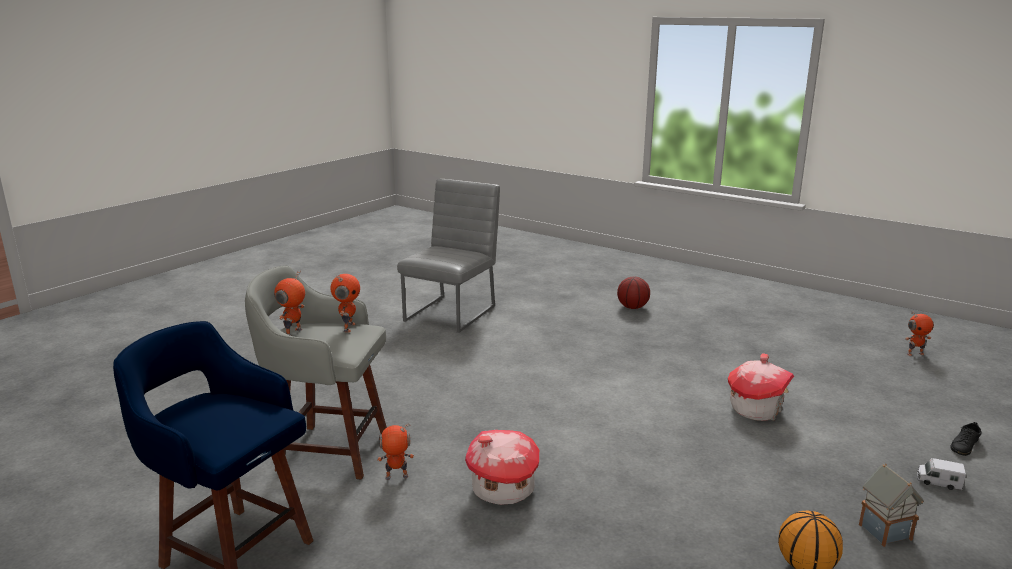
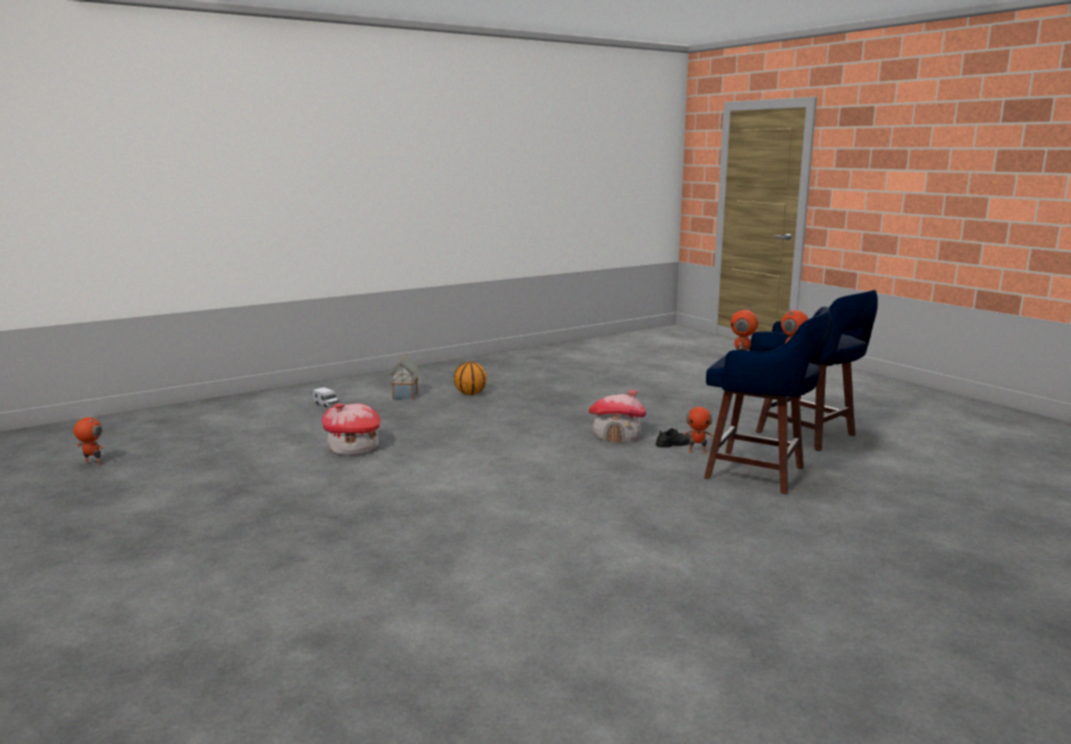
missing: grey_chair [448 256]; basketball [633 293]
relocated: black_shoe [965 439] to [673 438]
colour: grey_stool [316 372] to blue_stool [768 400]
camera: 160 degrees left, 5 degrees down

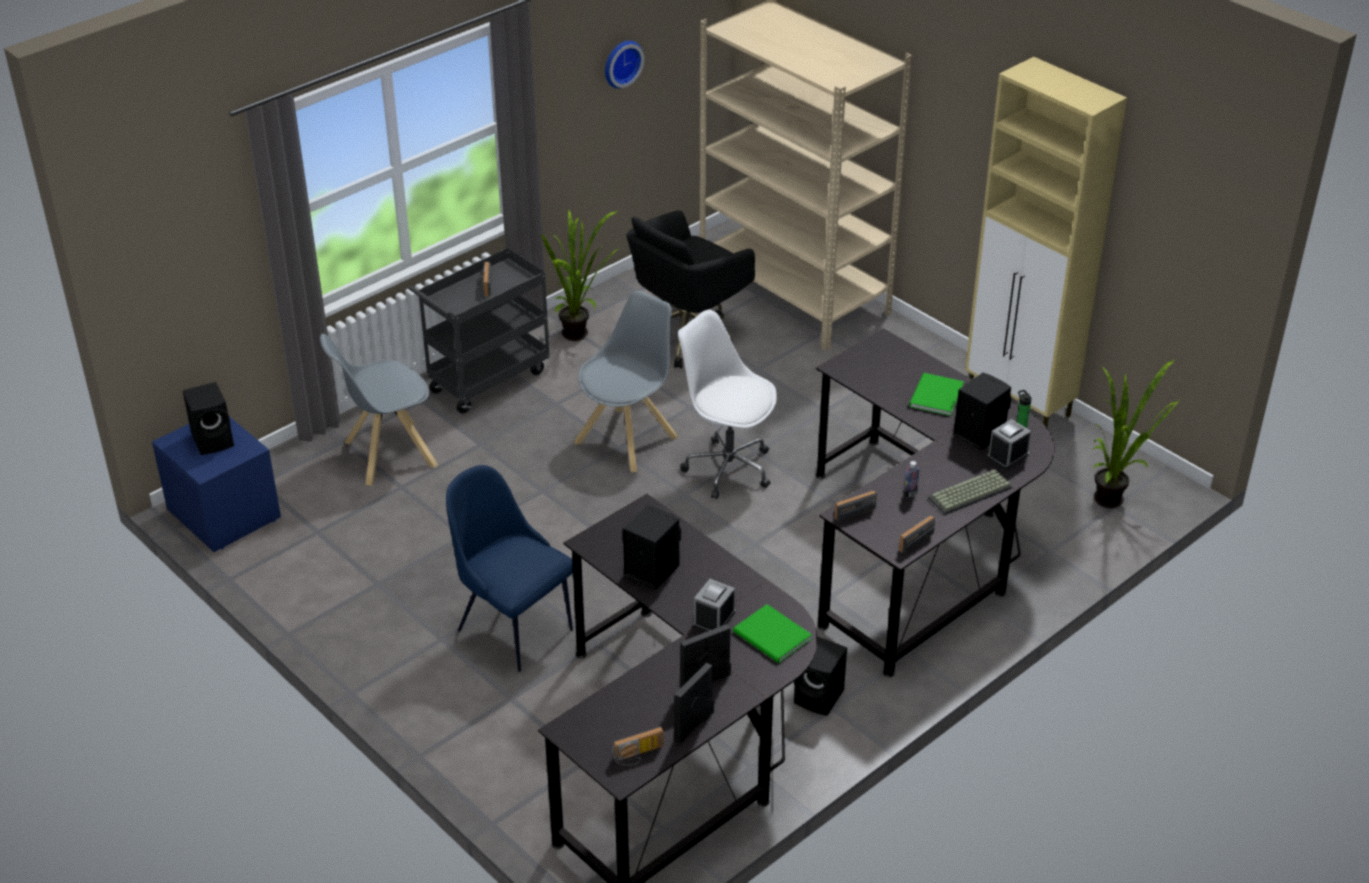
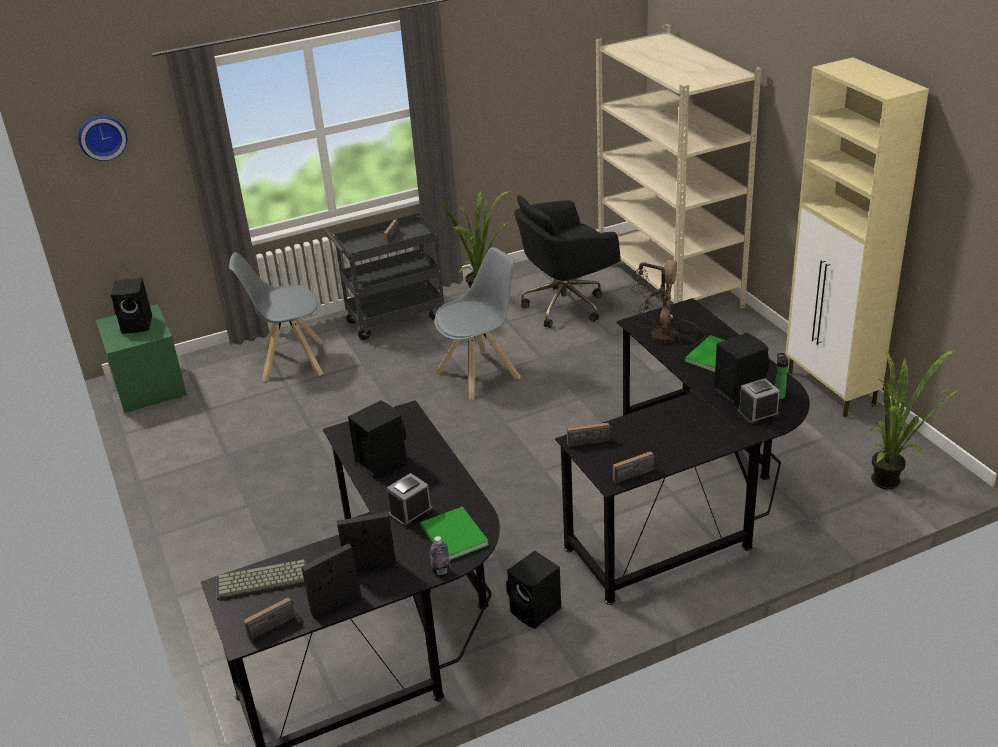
missing: blue_chair [509 568]; white_office_chair [727 404]
appeared: table_lamp [668 303]
relocated: wall_clock [624 64] to [102 138]; bottle [911 479] to [440 555]; keyboard [970 492] to [262 580]
colour: blue_nightstand [216 484] to green_nightstand [141 358]
spun: radio [638 746] = [269 618] 150 degrees clockwise
camera: 20 degrees right, 5 degrees down

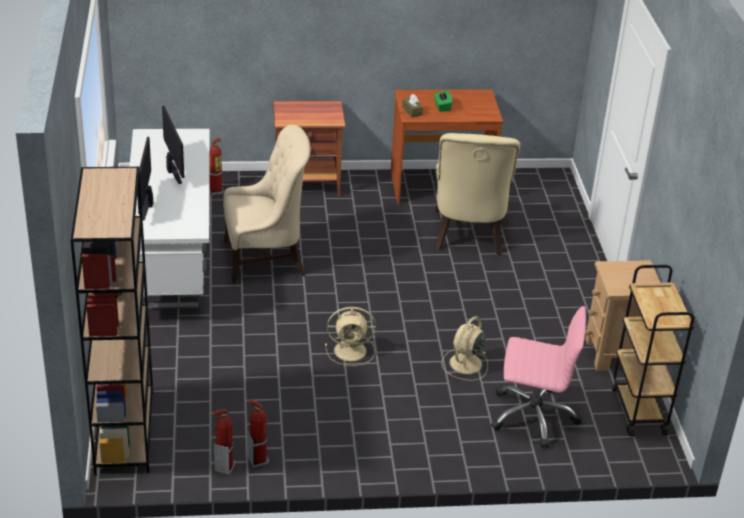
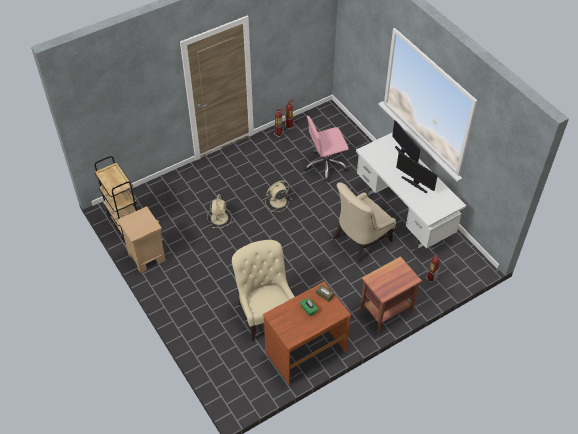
missing: beige_bookcase [111 321]
relocated: pink_office_chair [538 377] to [326 149]
camera: 155 degrees right, 15 degrees up

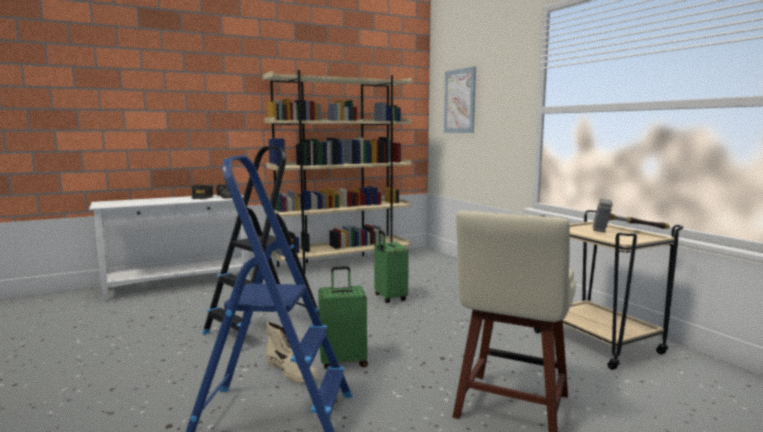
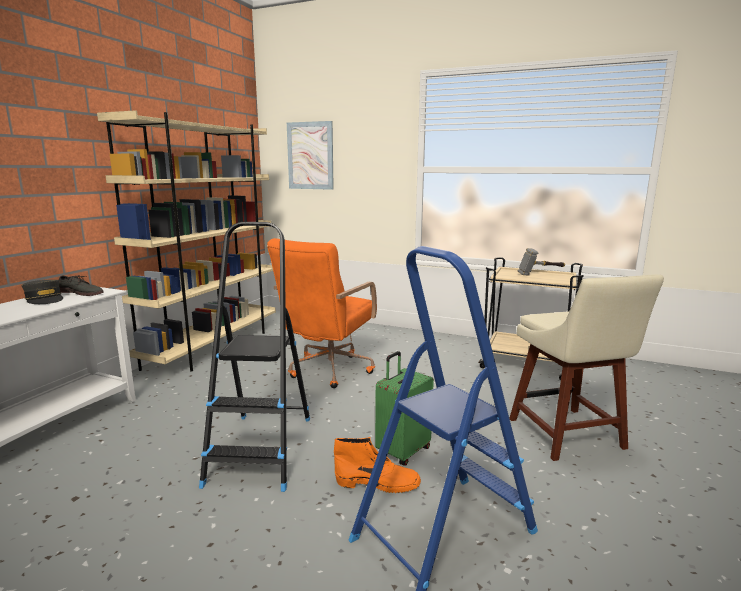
exchanged: green_suitcase [391 267] to orange_office_chair [322 313]
colour: beige_boot [292 352] to orange_boot [377 465]
camera: 40 degrees left, 5 degrees up

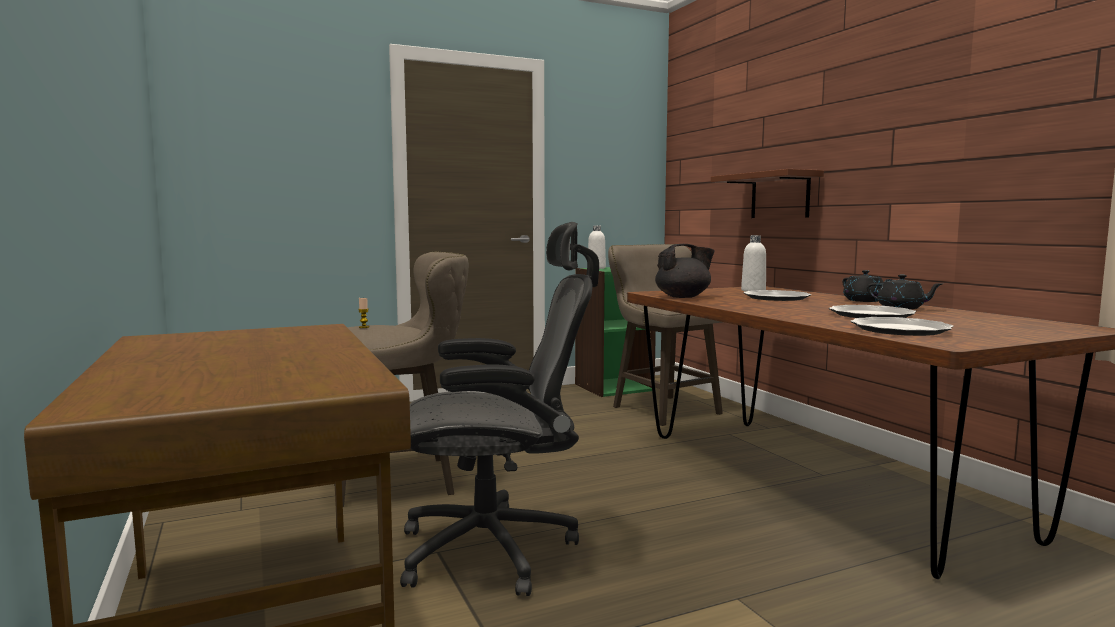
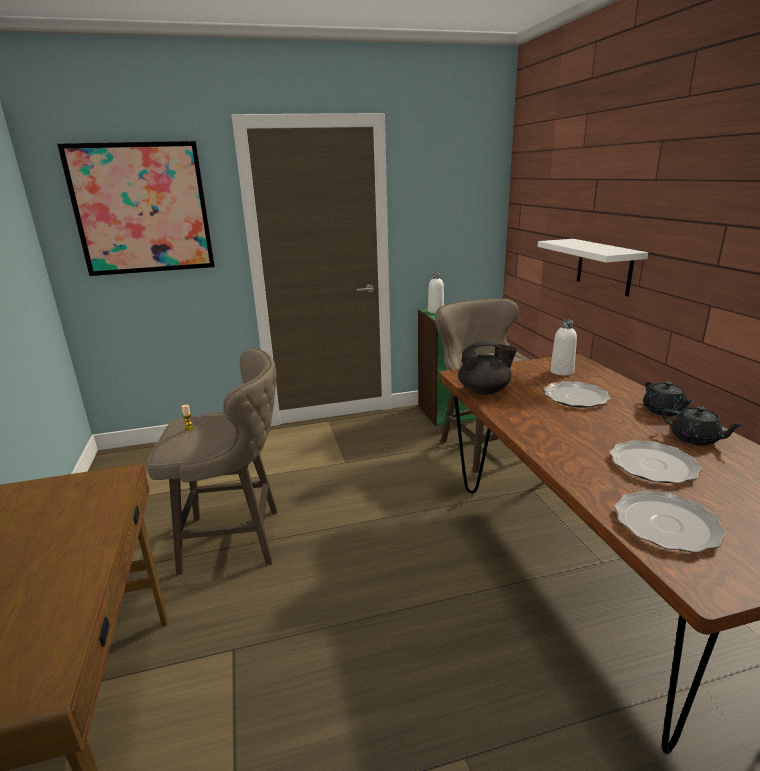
missing: office_chair [499 409]
appeared: picture [136 208]
colour: brown_shelf [767 193] to white_shelf [593 268]
camera: 10 degrees right, 15 degrees up

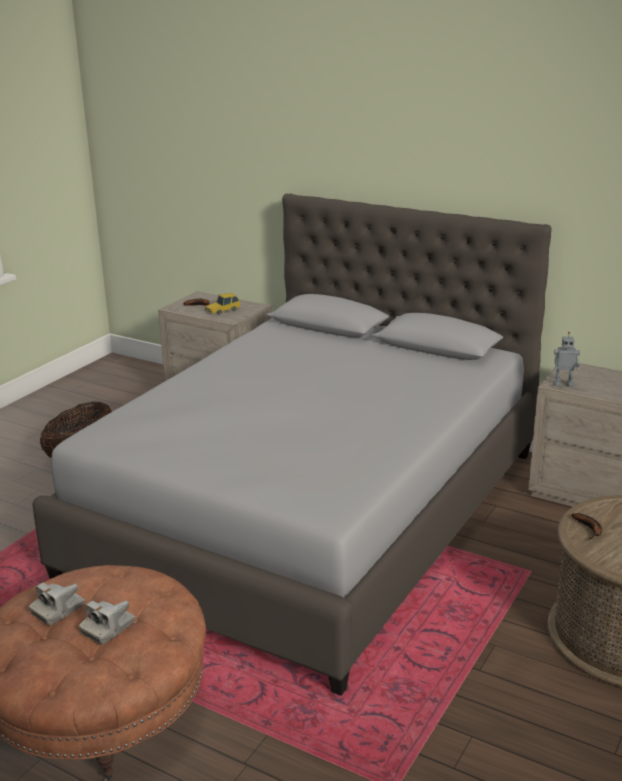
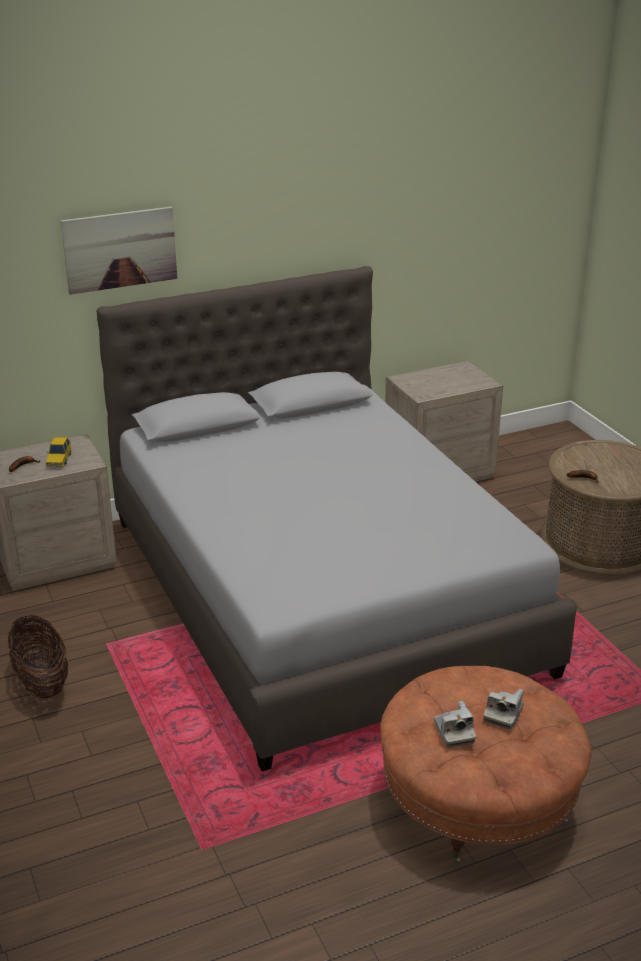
missing: toy_robot [567 359]
appeared: picture [119 250]
spun: photo_camera [107 622] = [503 709] 45 degrees clockwise
camera: 55 degrees left, 5 degrees up

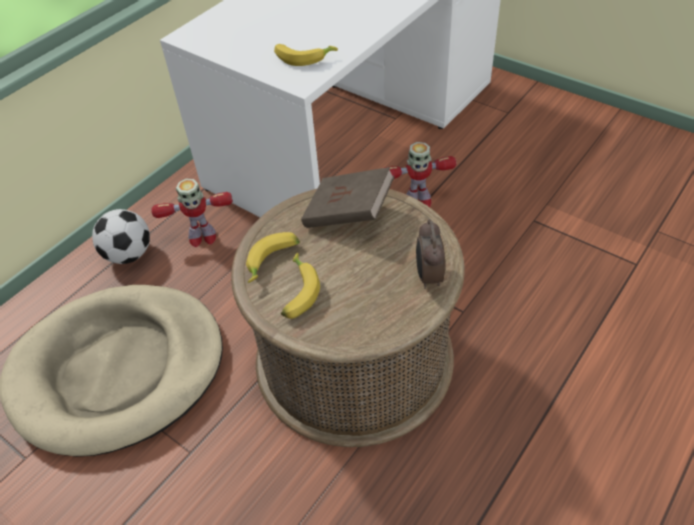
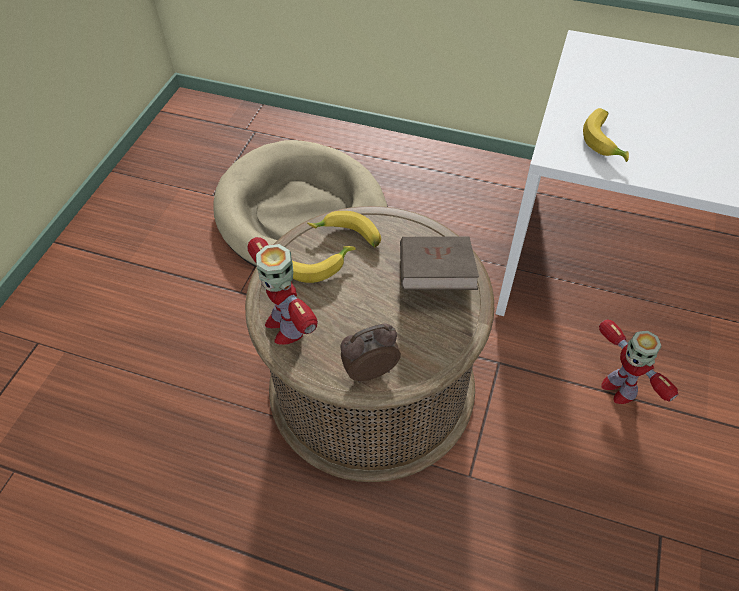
missing: football [121 236]
relocated: toy_robot [192 213] to [282 291]
camera: 70 degrees right, 5 degrees up

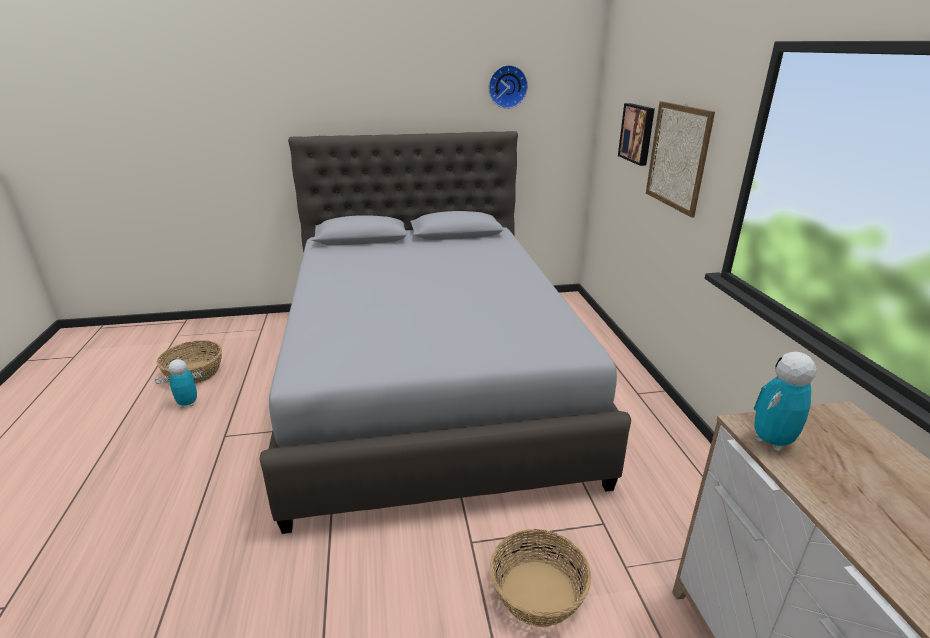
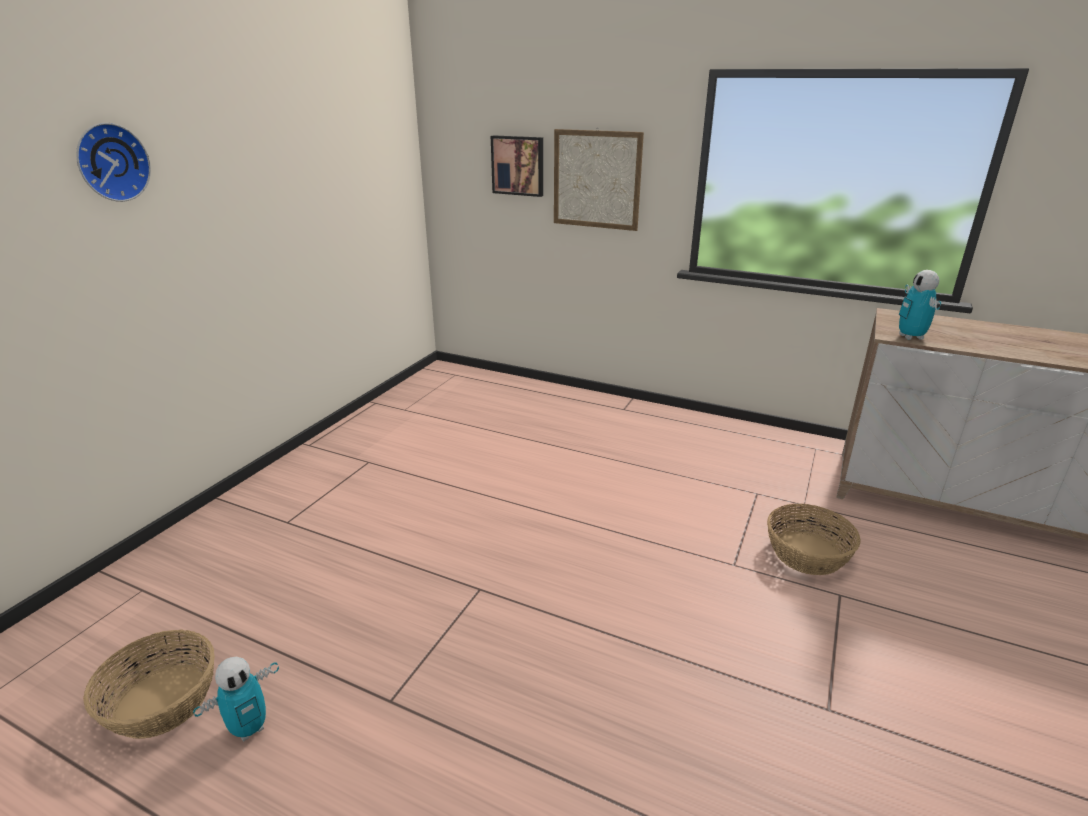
missing: grey_bed [445 332]
relocated: wall_clock [508 87] to [113 162]
spun: toy_robot [180 383] = [236 699] 150 degrees counterclockwise
camera: 55 degrees left, 0 degrees up

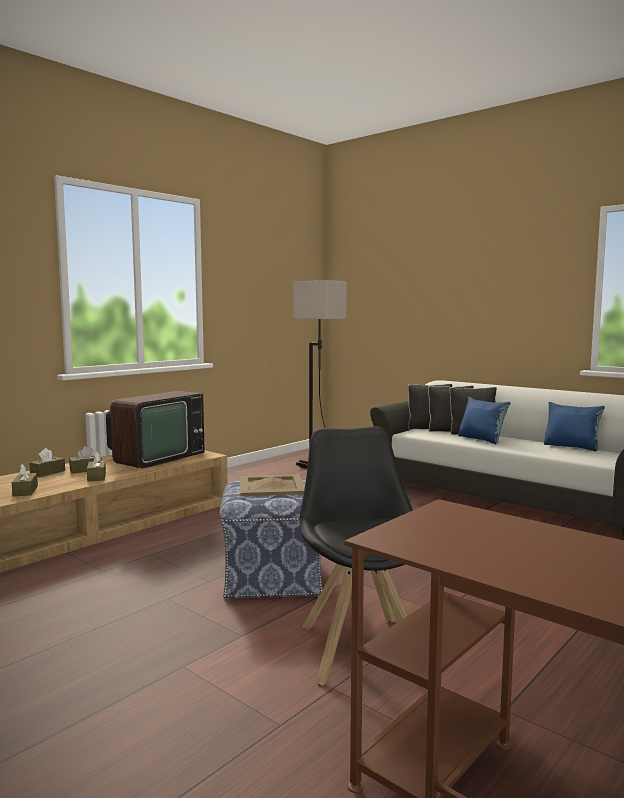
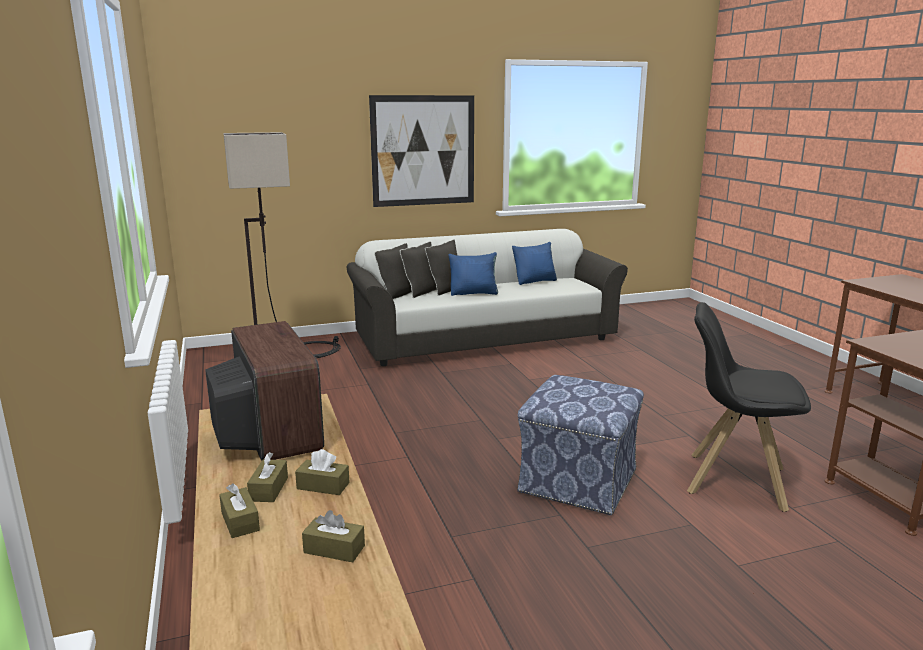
missing: beige_tray [272 485]
appeared: picture [421 151]
camera: 60 degrees left, 10 degrees up

